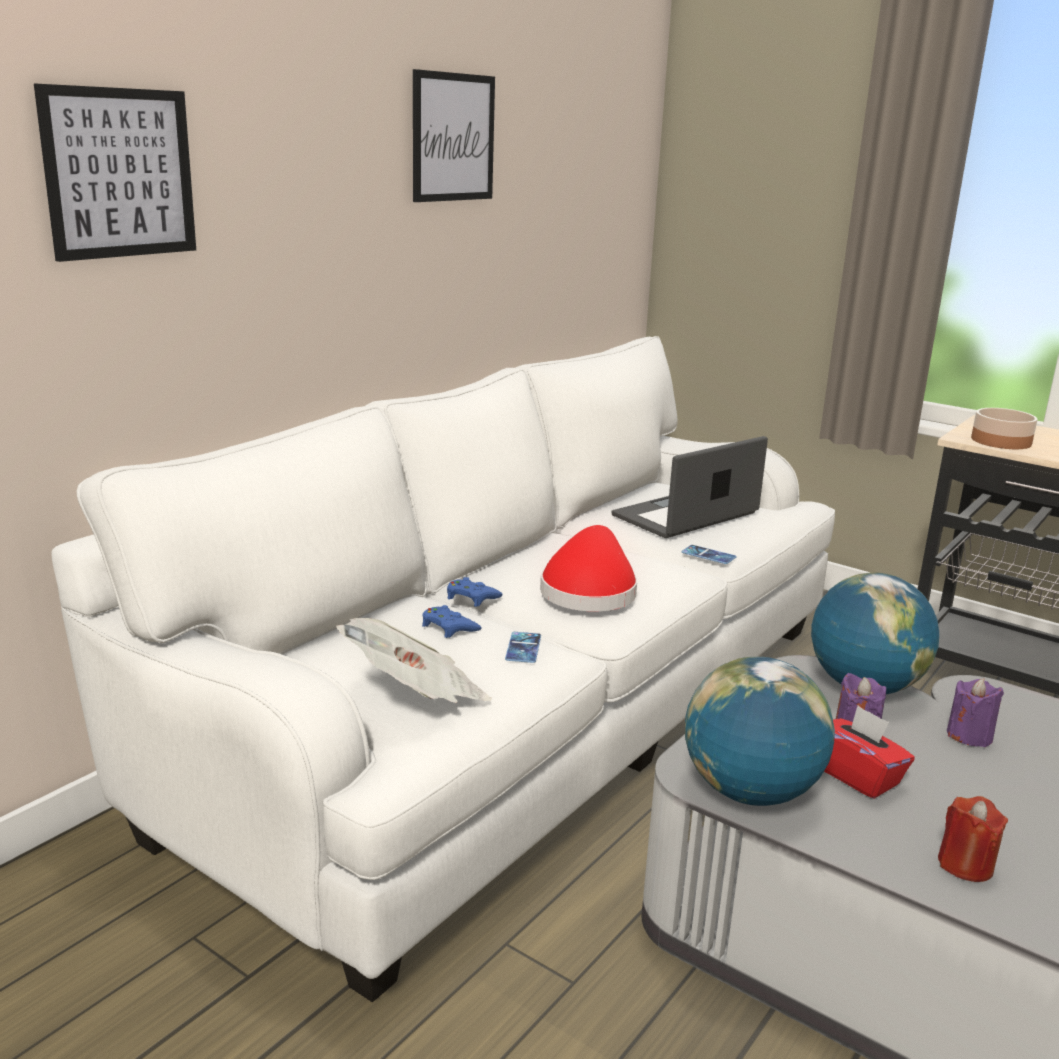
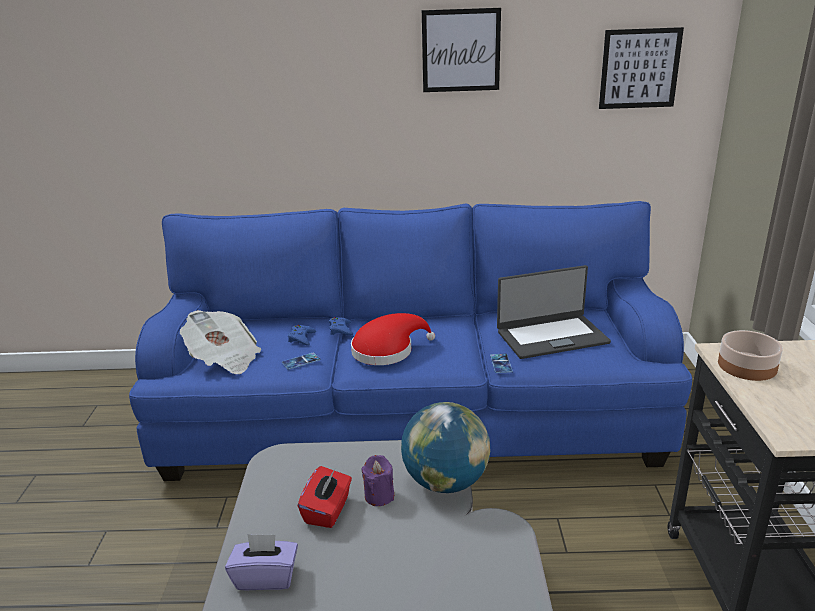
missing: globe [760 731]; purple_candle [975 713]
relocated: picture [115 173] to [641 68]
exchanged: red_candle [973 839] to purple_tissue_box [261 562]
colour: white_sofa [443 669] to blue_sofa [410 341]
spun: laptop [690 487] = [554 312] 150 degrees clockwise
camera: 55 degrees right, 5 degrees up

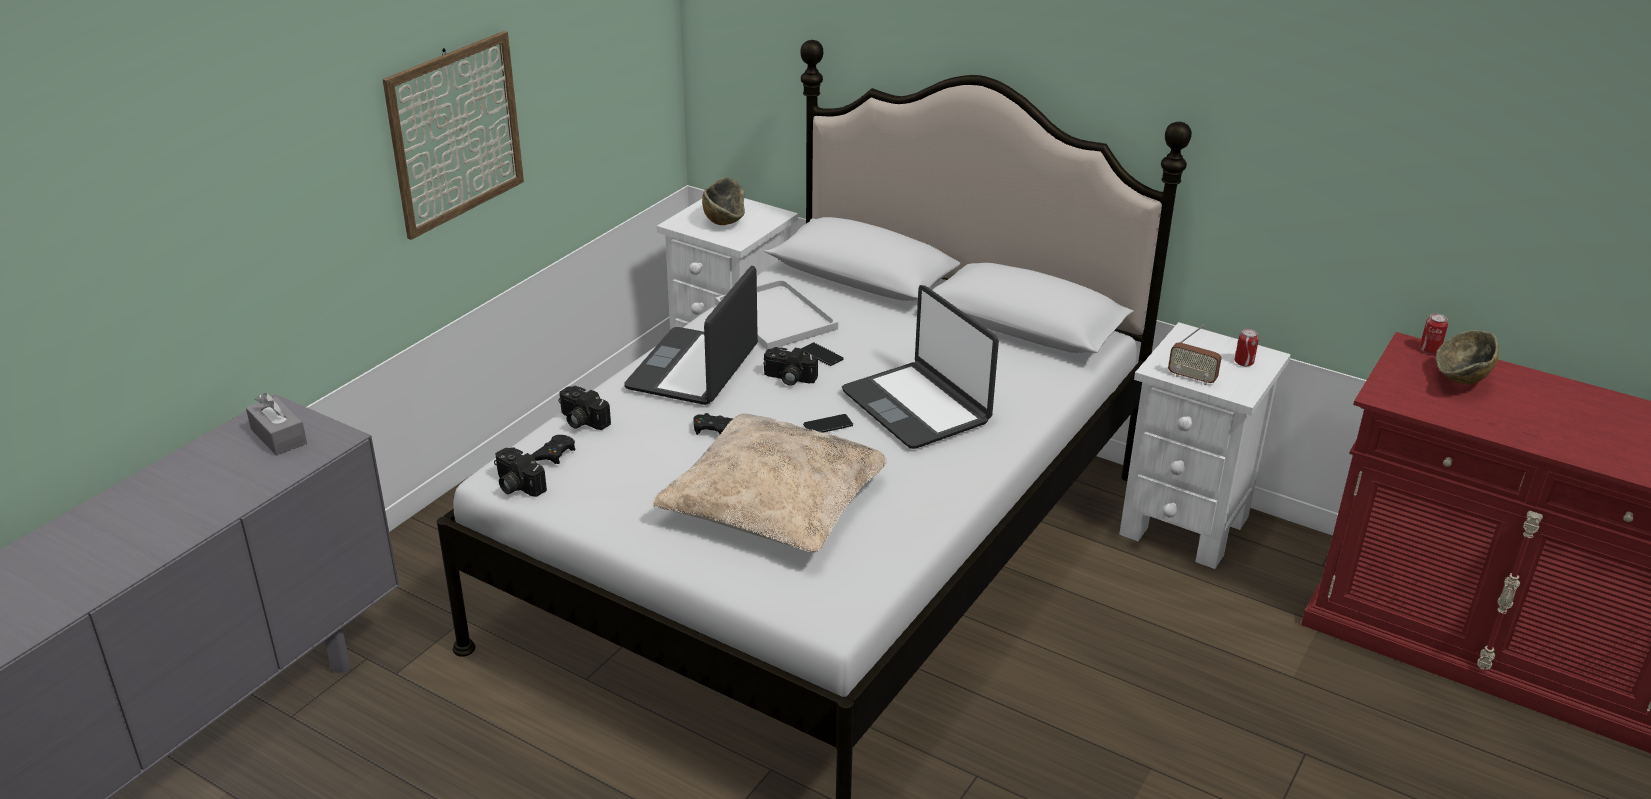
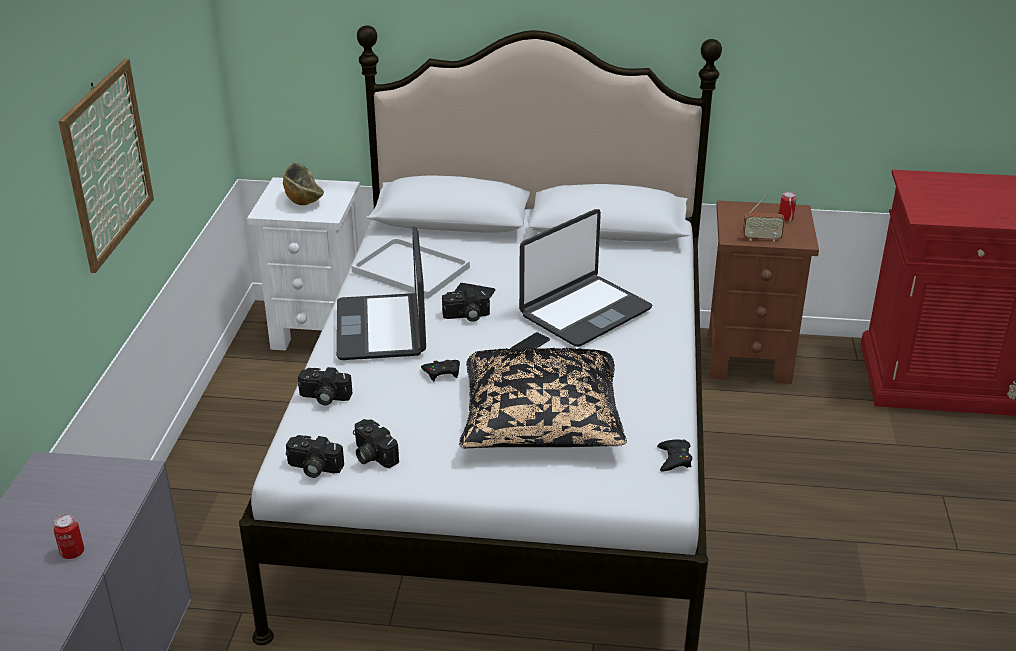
missing: grey_tissue_box [276 424]; bowl [1467 357]
appeared: photo_camera [376 443]
relocated: black_game_controller [553 449] to [674 455]; can [1434 333] to [68 536]
colour: beige_pillow [769 483] to black_pillow [543 398]; white_nightstand [1205 445] to brown_nightstand [763 292]
spun: laptop [920 367] = [585 278] 75 degrees counterclockwise
camera: 25 degrees left, 0 degrees up

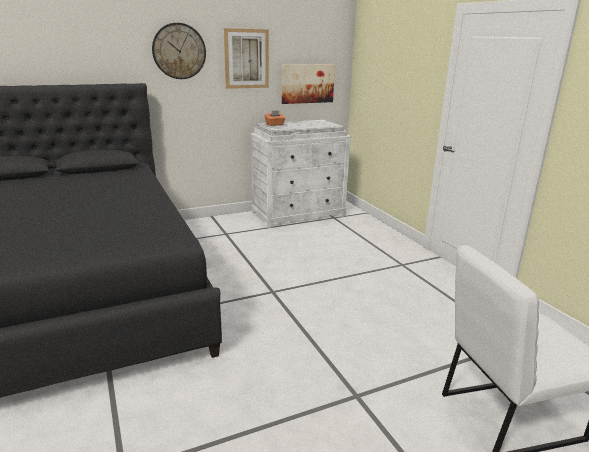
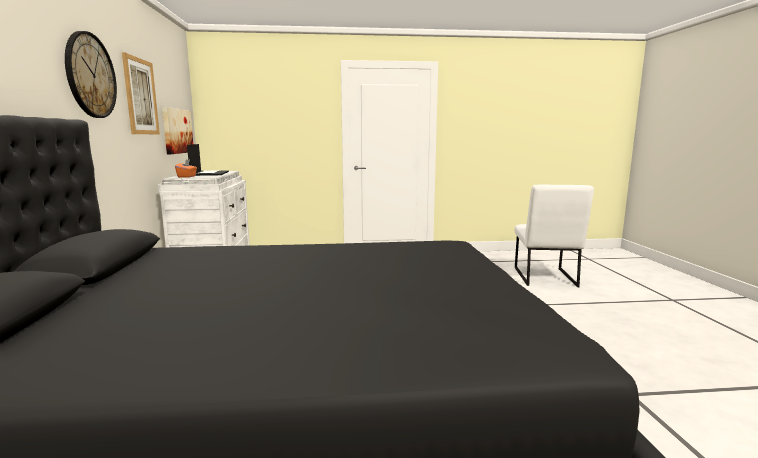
appeared: laptop [208 160]
camera: 70 degrees left, 10 degrees down

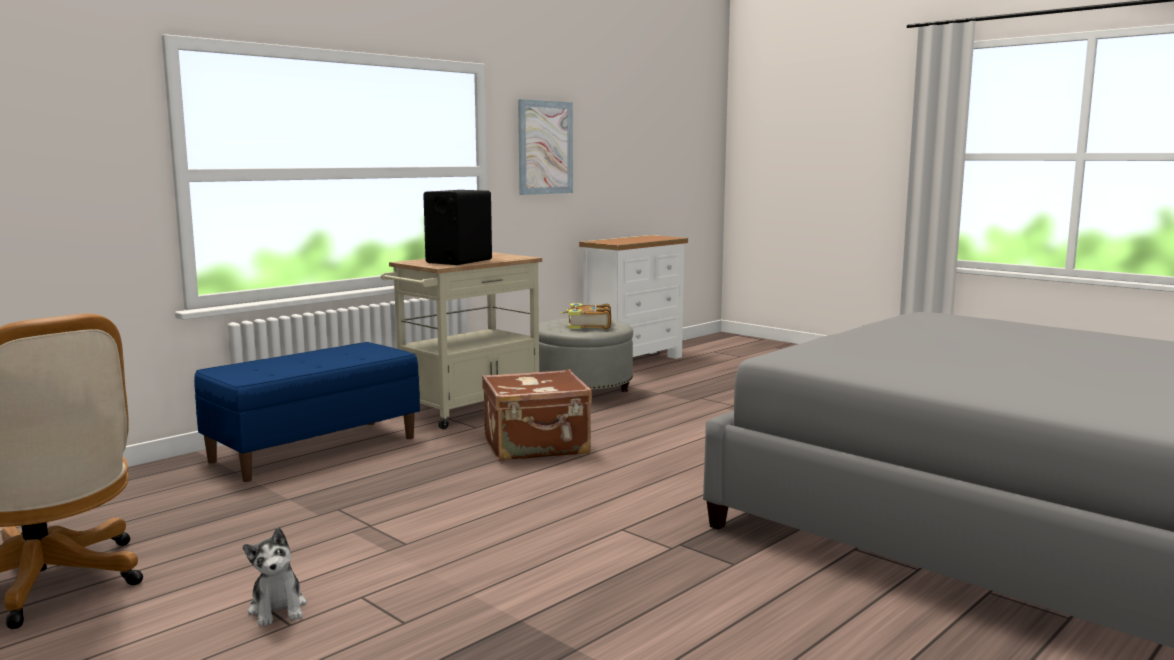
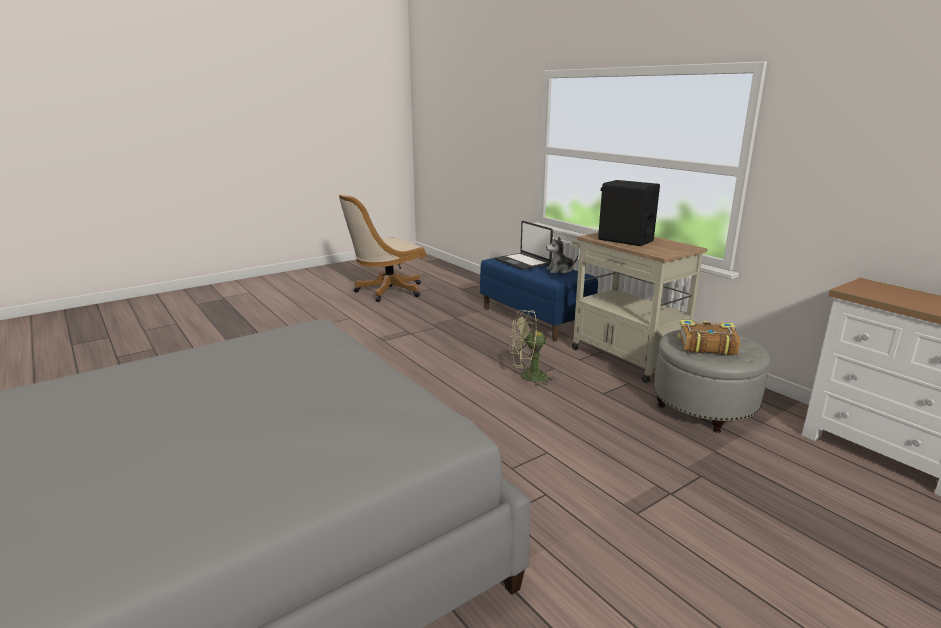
missing: picture [545 147]
appeared: laptop [524 245]
relocated: plush_toy [275 577] to [562 255]
exchanged: brown_suitcase [537 415] to green_fan [532 348]
camera: 100 degrees right, 10 degrees up

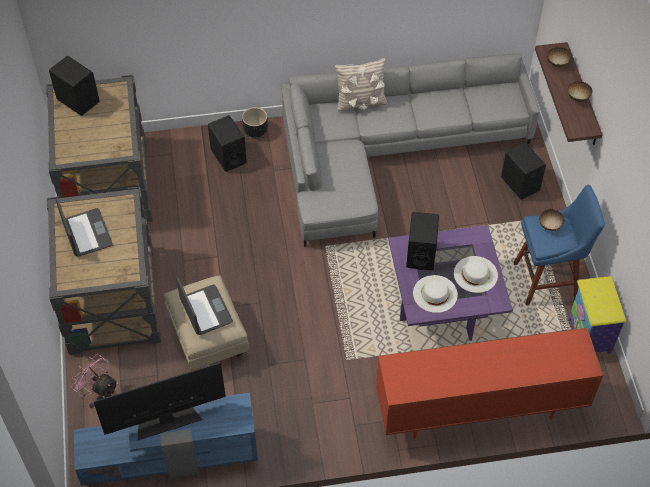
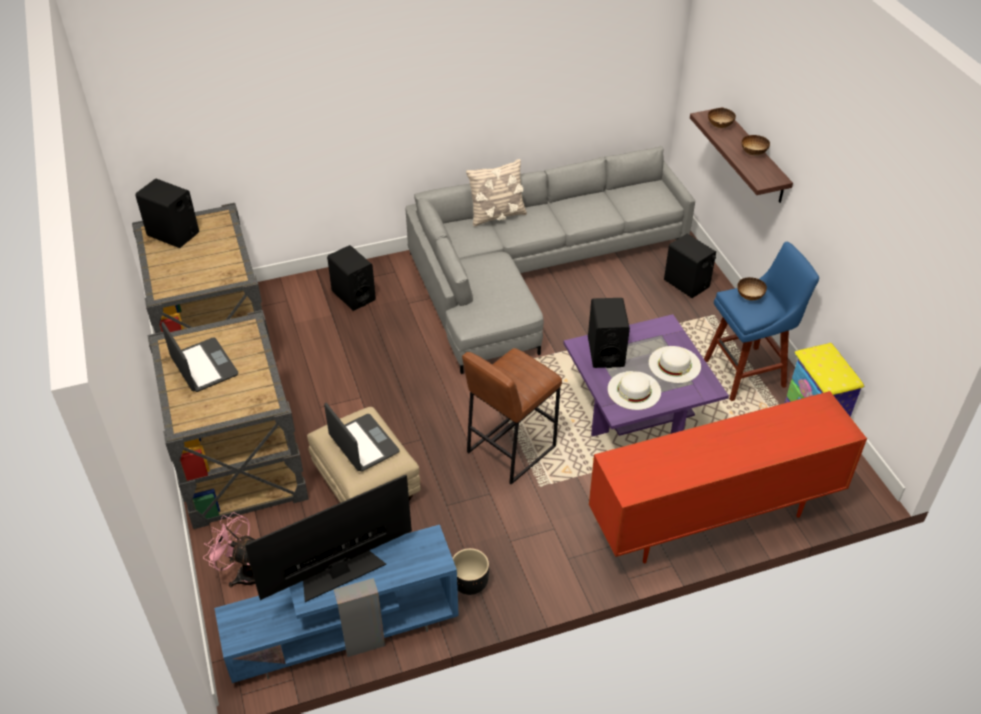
appeared: brown_stool [512 416]
relocated: black_planter [255 122] to [471 571]
camera: 10 degrees left, 10 degrees down

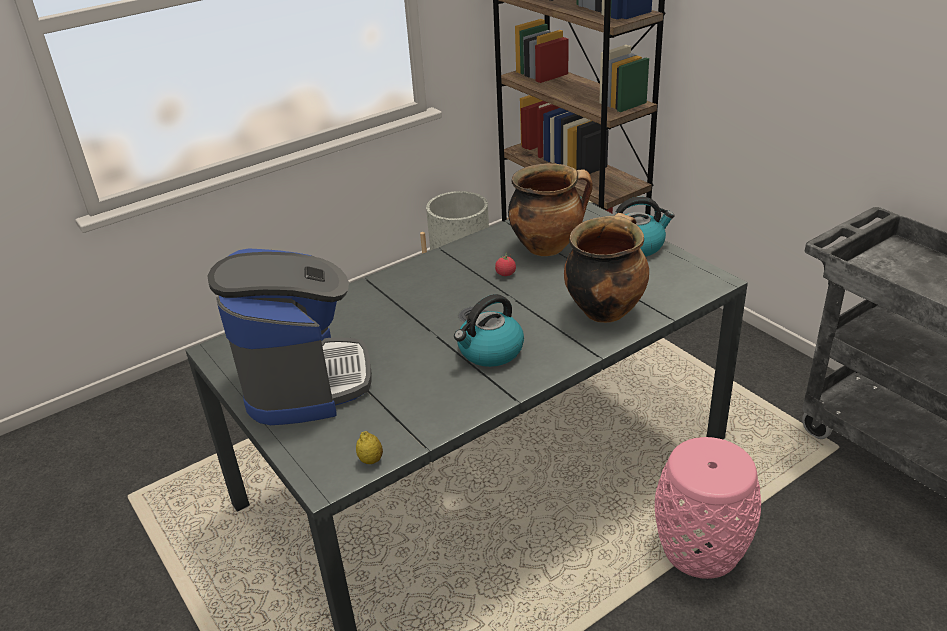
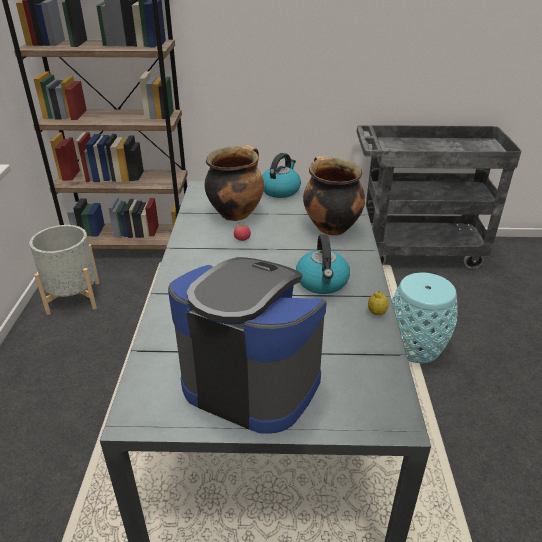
relocated: lemon [369 447] to [378 303]
colour: pink_stool [708 508] to turquoise_stool [425 318]
camera: 55 degrees left, 0 degrees up

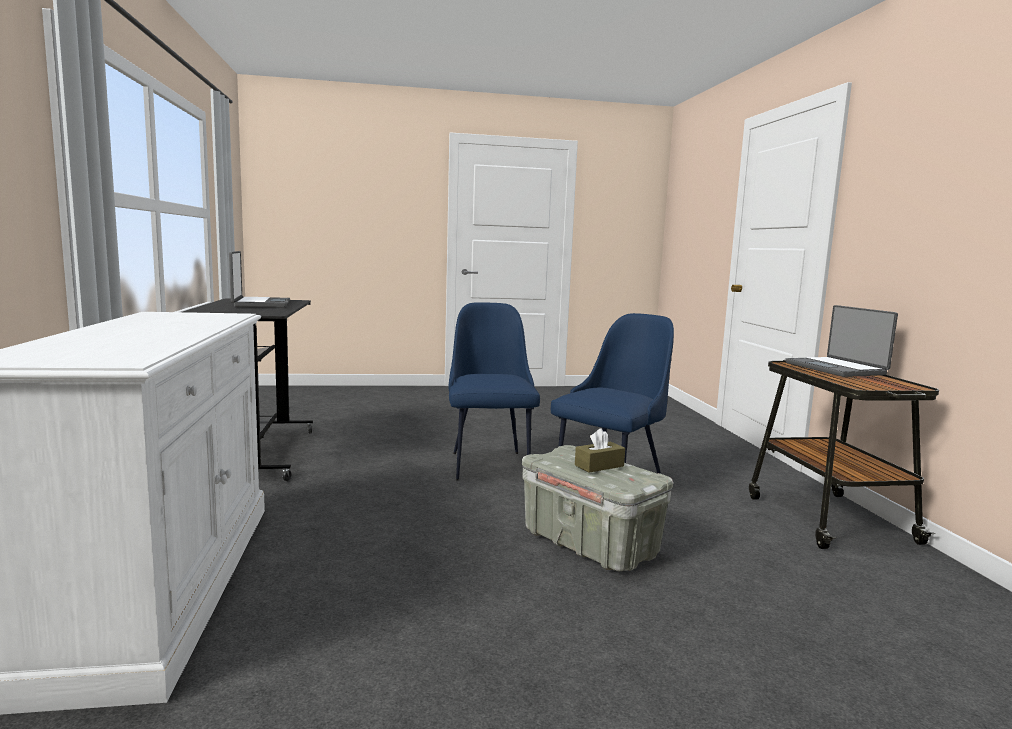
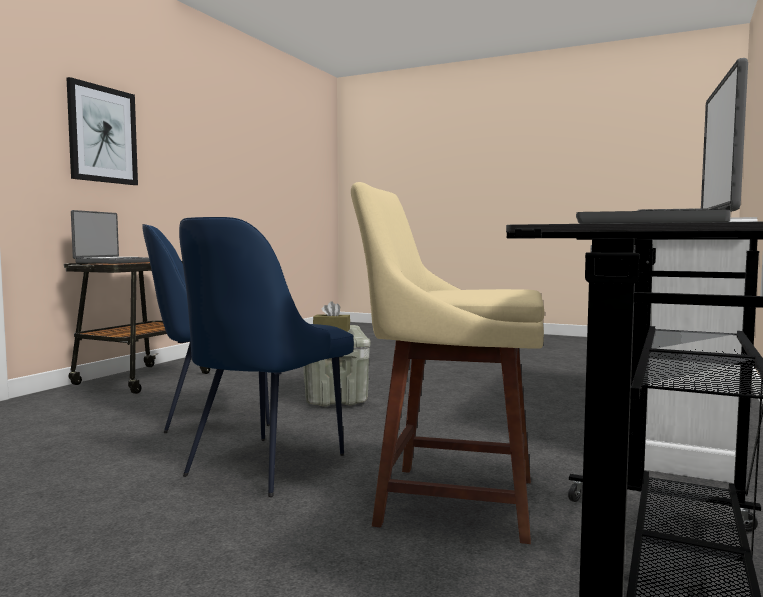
appeared: picture [102 131]; beige_stool [447 363]
camera: 145 degrees left, 5 degrees down

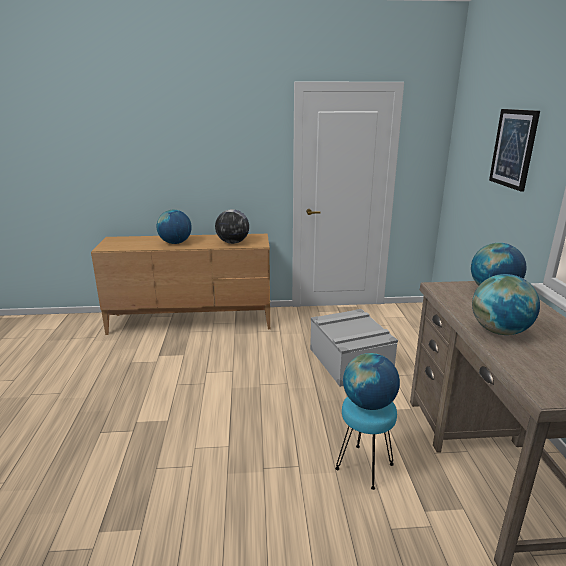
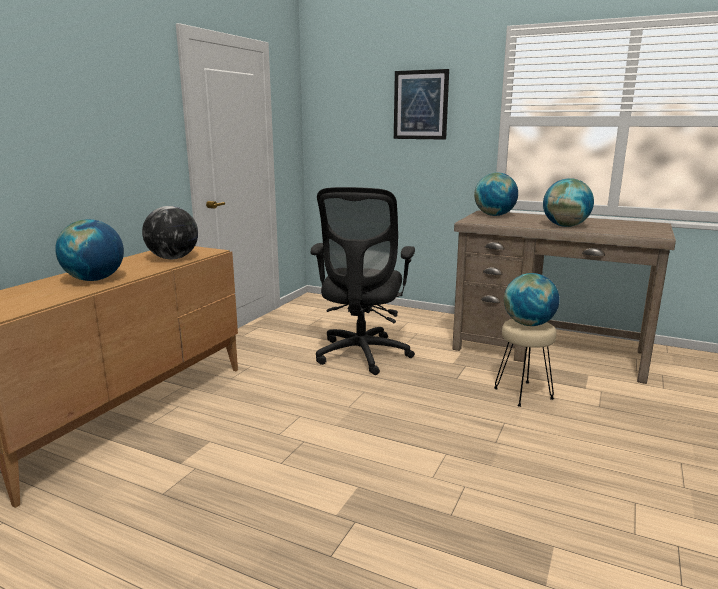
exchanged: grey_storage_box [354 348] to black_office_chair [363 281]
colour: turquoise_stool [366 443] to beige_stool [525 363]
camera: 60 degrees left, 5 degrees down

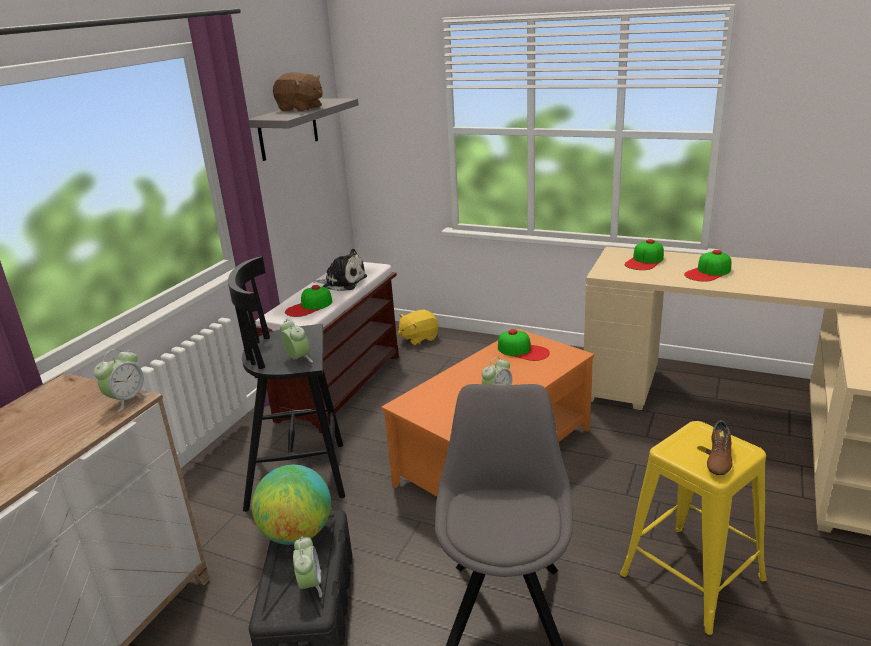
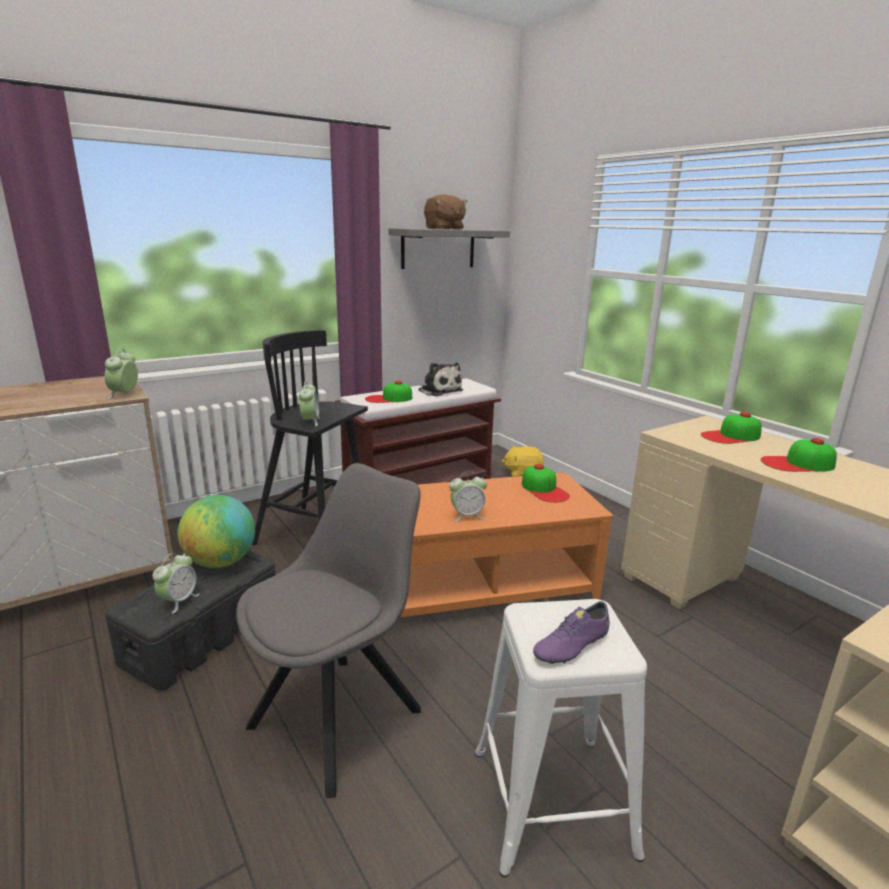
colour: yellow_stool [693 529] to white_stool [561 738]; brown_shoe [719 448] to purple_shoe [571 632]
spun: alarm_clock [121 380] = [121 373] 120 degrees clockwise
camera: 30 degrees right, 5 degrees down

